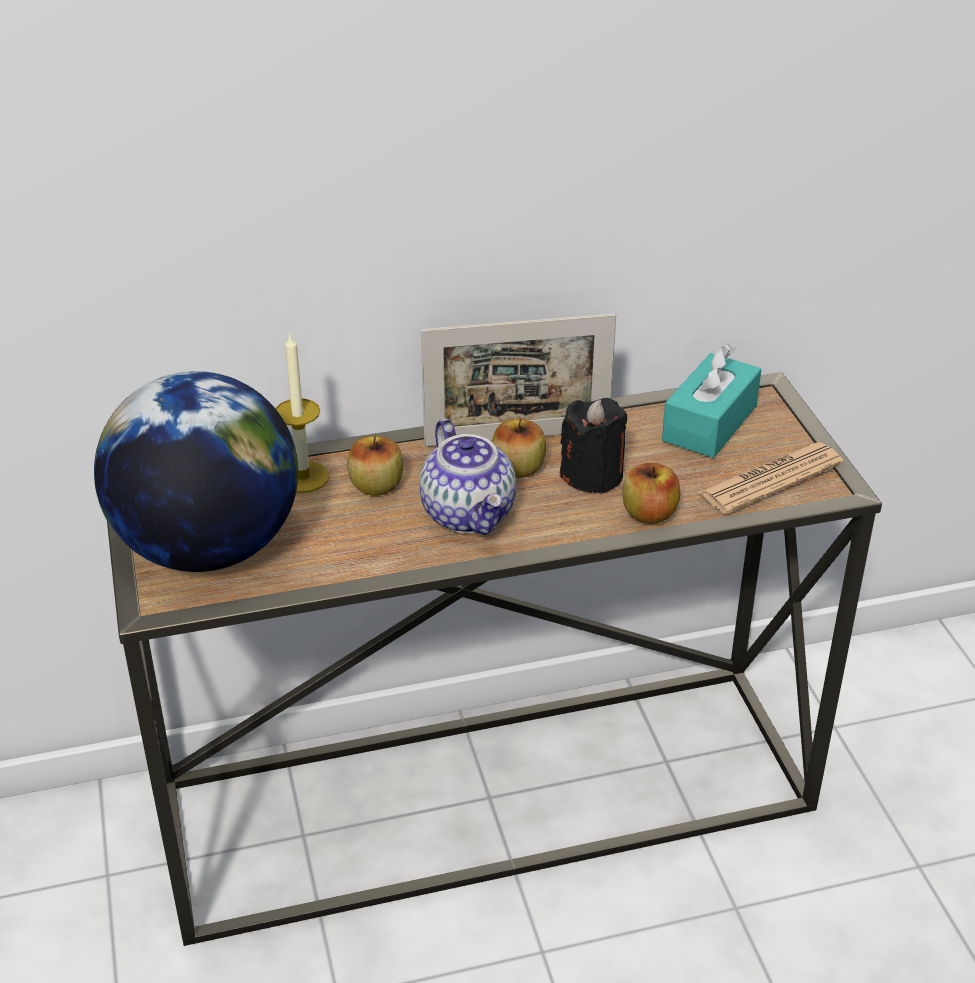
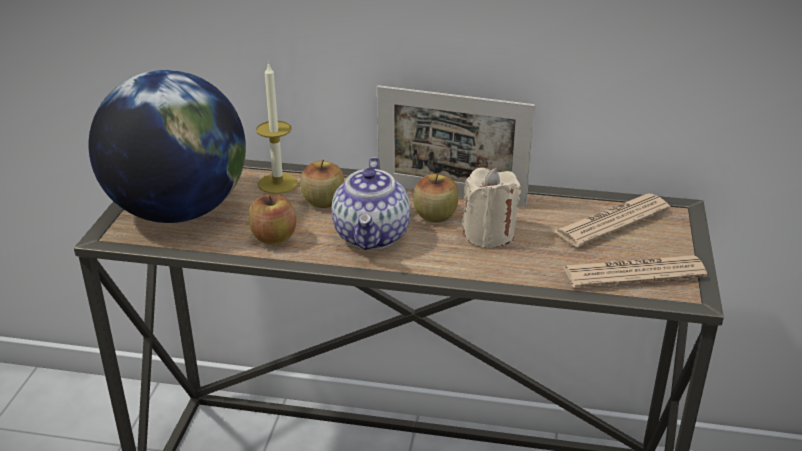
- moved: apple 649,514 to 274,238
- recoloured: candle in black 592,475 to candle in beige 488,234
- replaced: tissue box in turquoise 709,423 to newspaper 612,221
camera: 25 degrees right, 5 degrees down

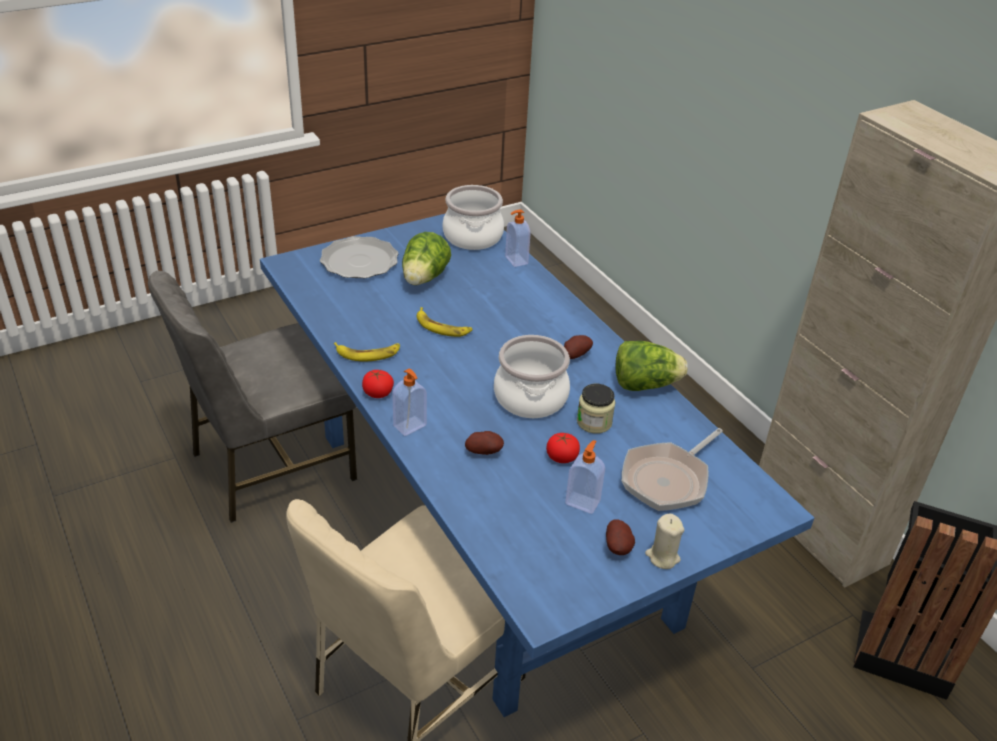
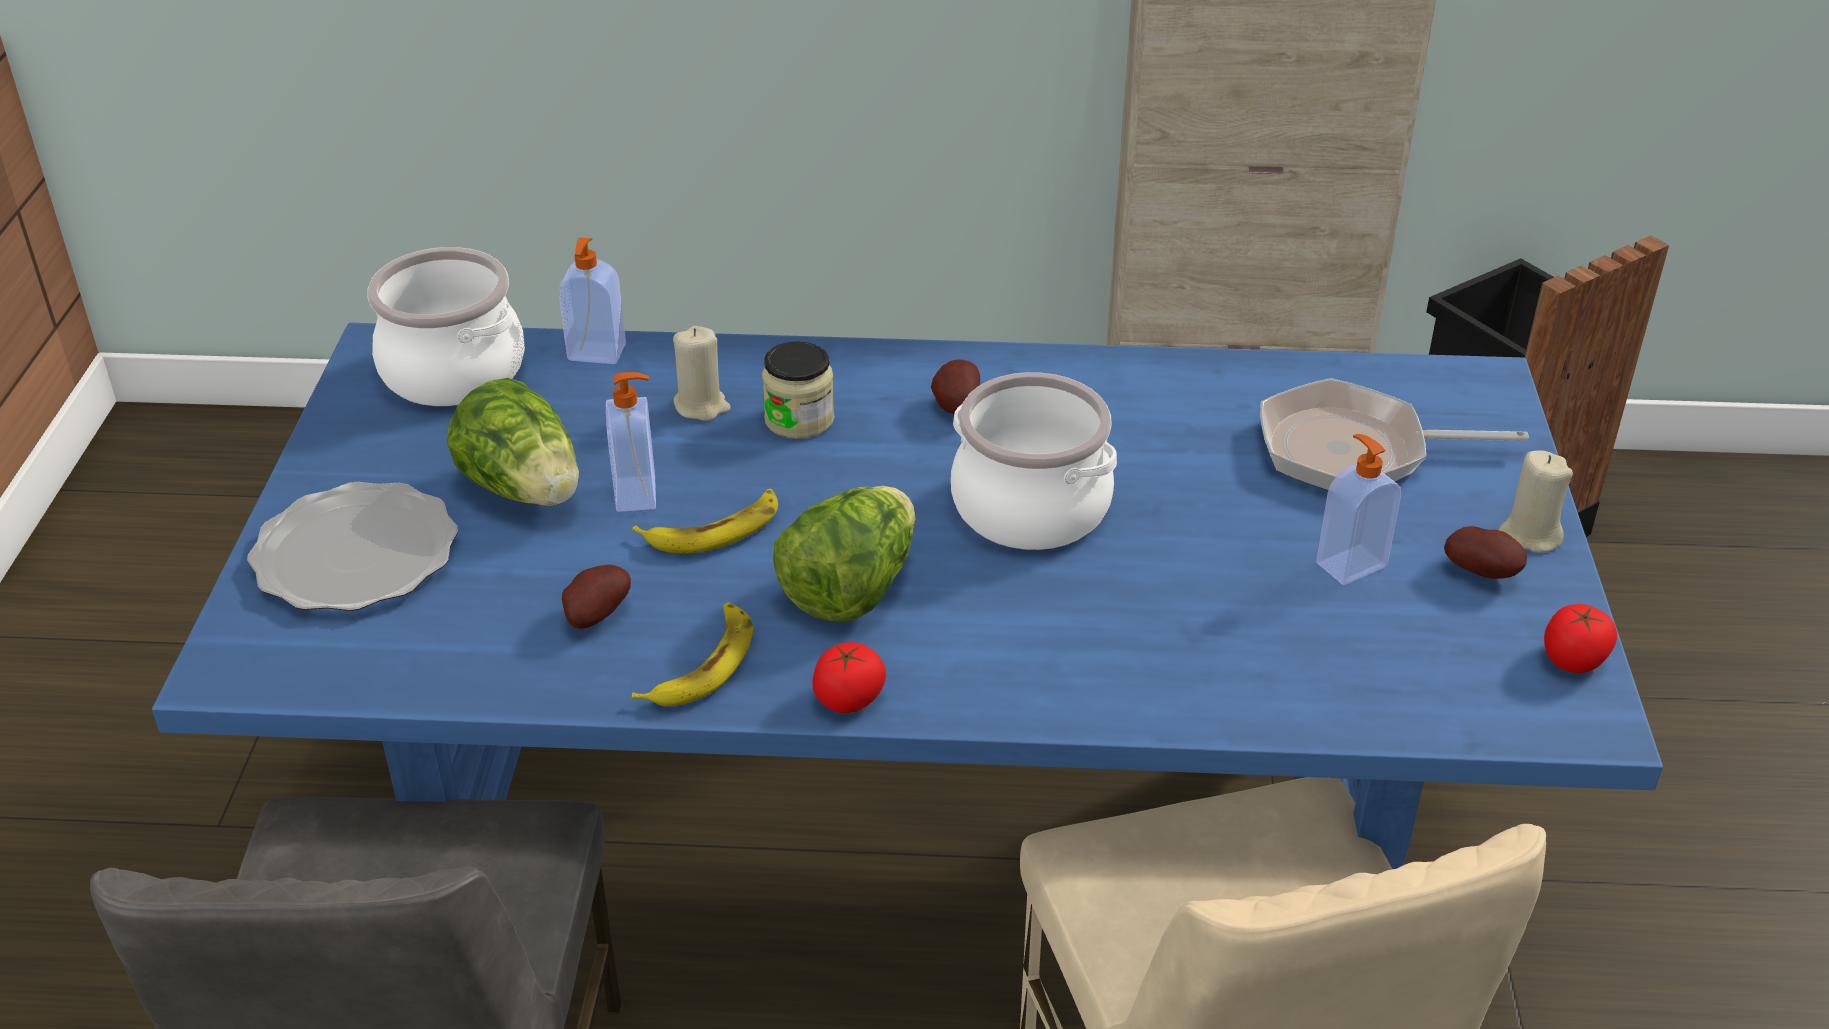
- moved: potato 484,451 to 594,615
- moved: soap dispenser 410,426 to 638,494
- added: candle in beige 701,406
- moved: jar 594,422 to 799,419
- moved: lettuce 644,384 to 851,589
- turned: frying pan 668,479 = 1354,451 105 degrees clockwise
- moved: tomato 562,457 to 1573,660
camera: 55 degrees left, 0 degrees up

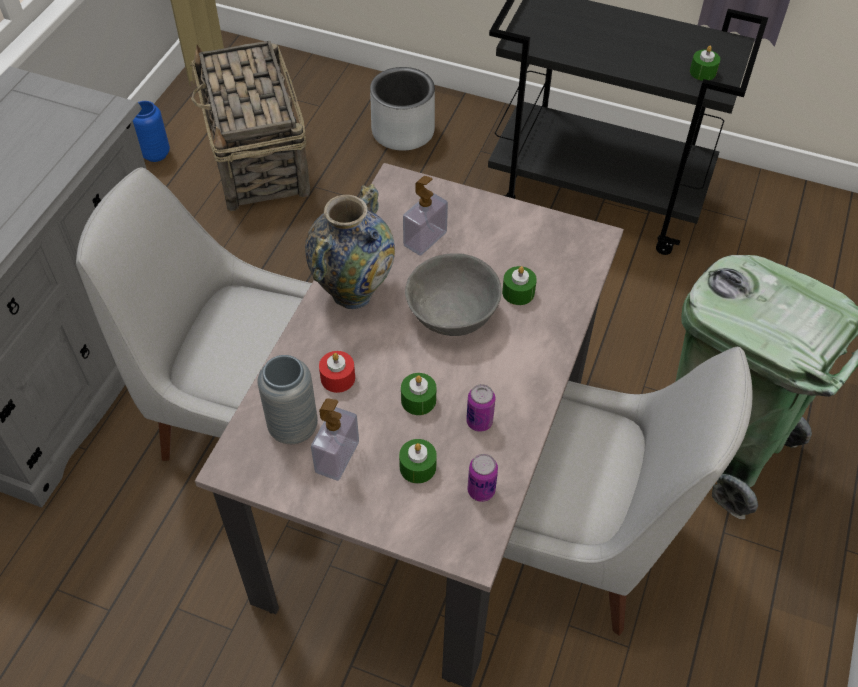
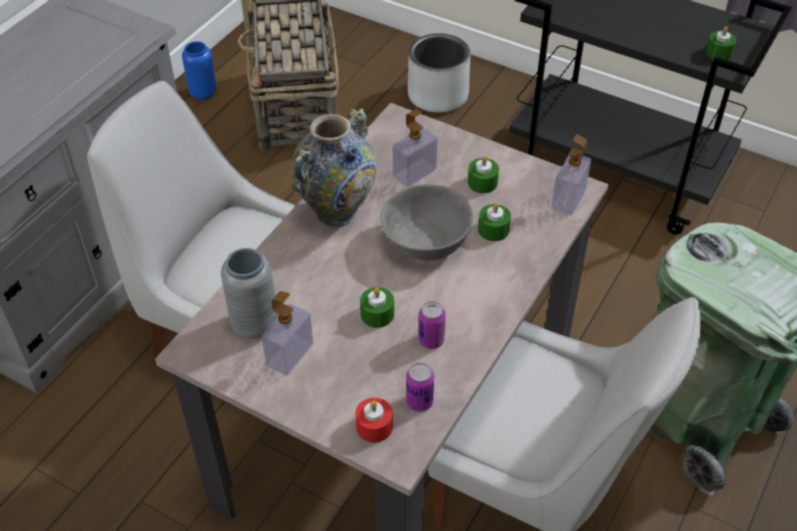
- moved: candle in red 338,378 to 374,426
- moved: candle in green 417,467 to 482,182
- added: soap dispenser 568,199
camera: 10 degrees right, 5 degrees down

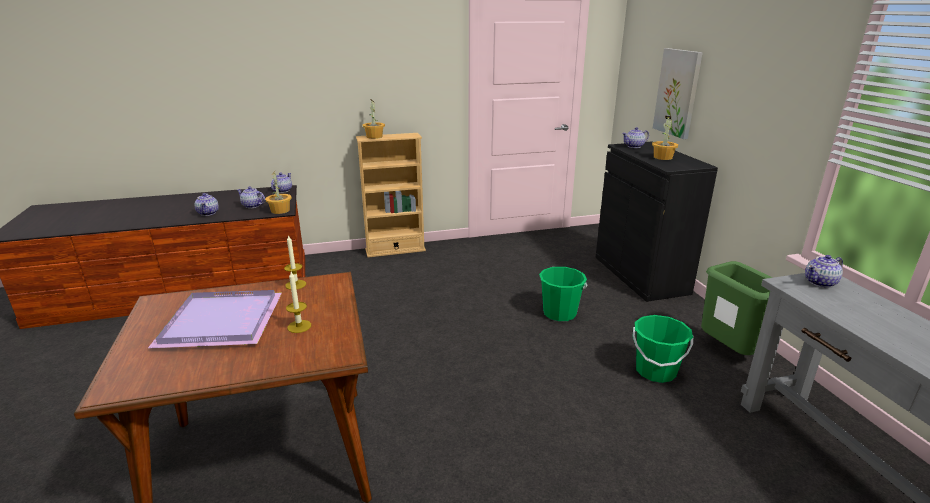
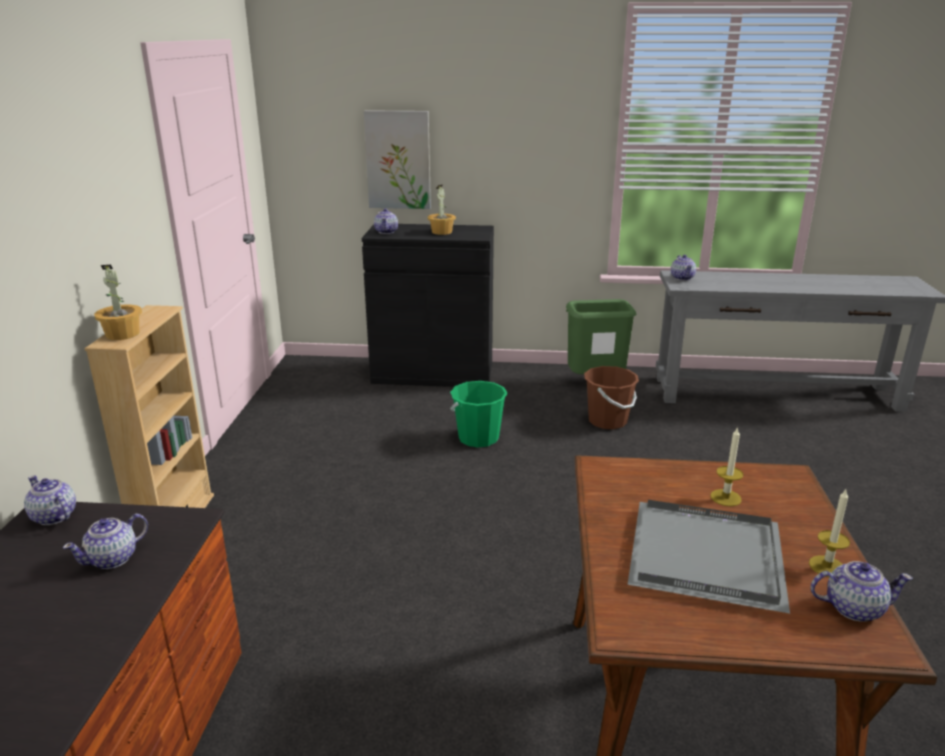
- recoloured: bucket in green 655,371 to bucket in brown 607,421
- recoloured: tray in purple 223,323 to tray in grey 709,556
- moved: candle 295,284 to 827,566
- moved: teapot 208,213 to 853,608
- removed: potted plant 280,210
camera: 70 degrees left, 0 degrees up

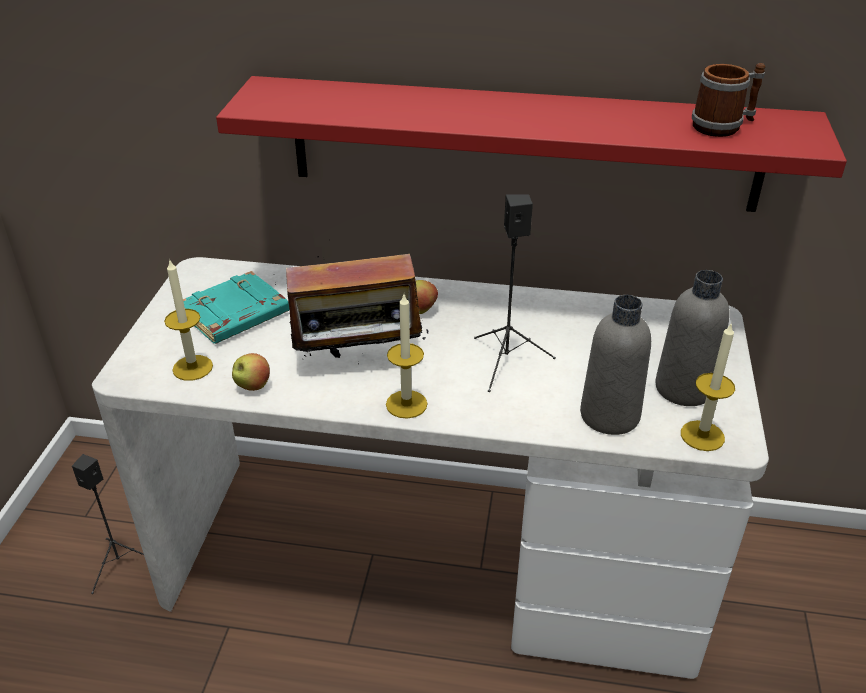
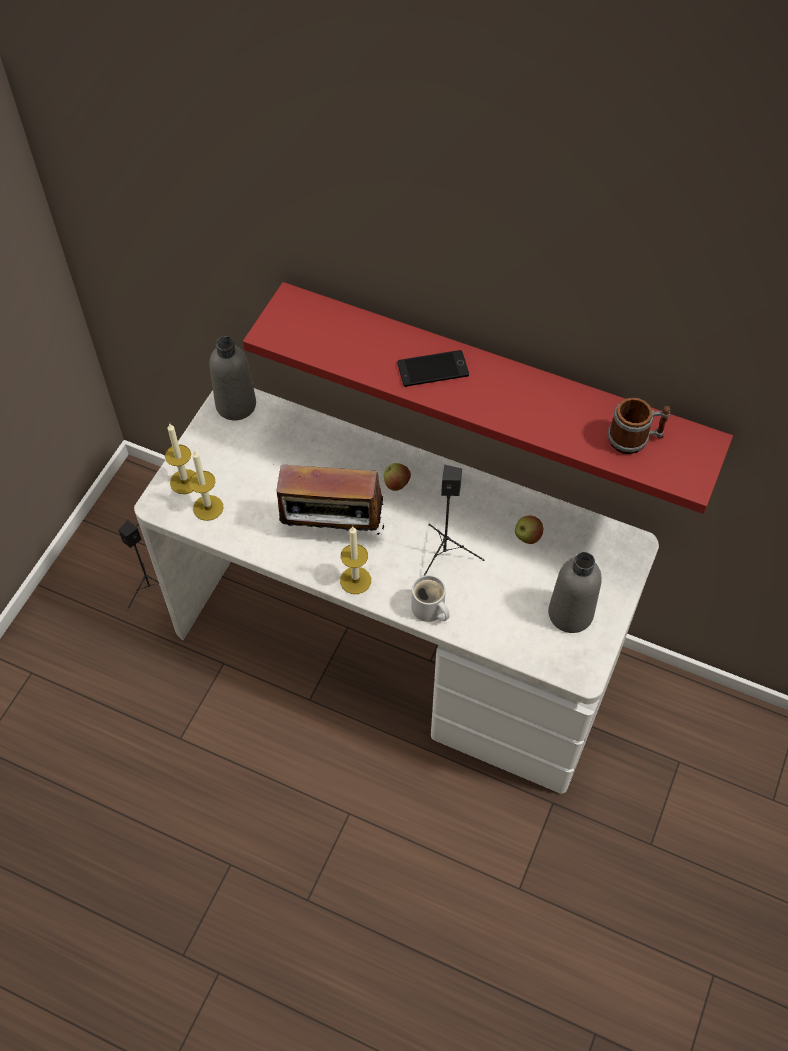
- moved: candle 702,435 to 185,481
- moved: bottle in grey 609,415 to 236,405
- added: phone 433,369
- added: mug in white 429,610
- moved: apple 253,386 to 527,537
- removed: book in turquoise 235,315
camera: 15 degrees right, 20 degrees up

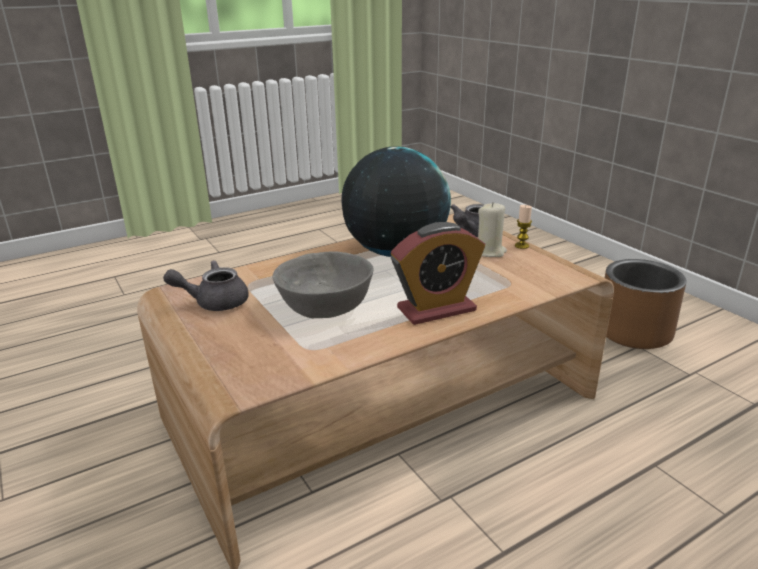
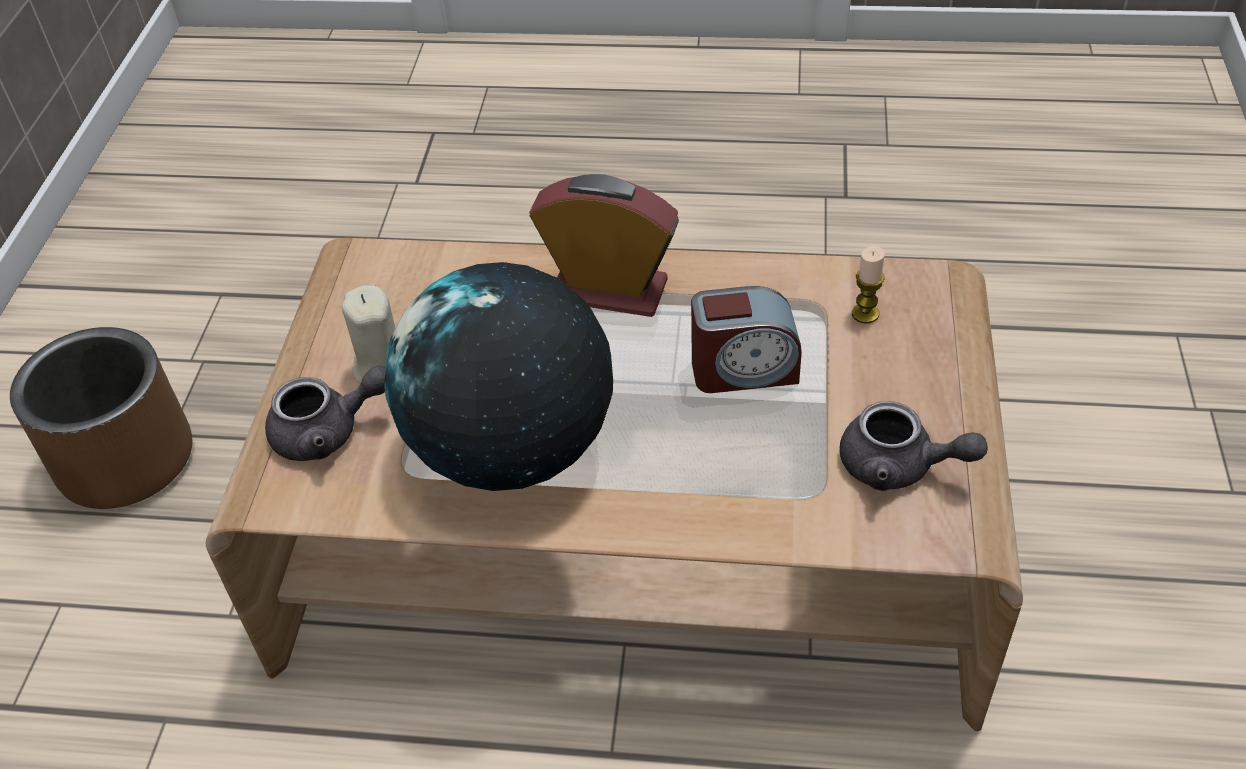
- replaced: bowl in grey 324,306 to alarm clock 744,370
- moved: candle 521,246 to 865,314
camera: 140 degrees left, 20 degrees up

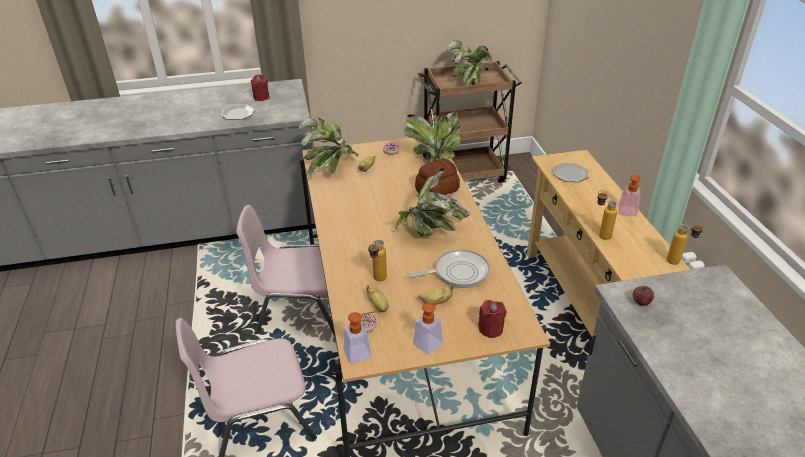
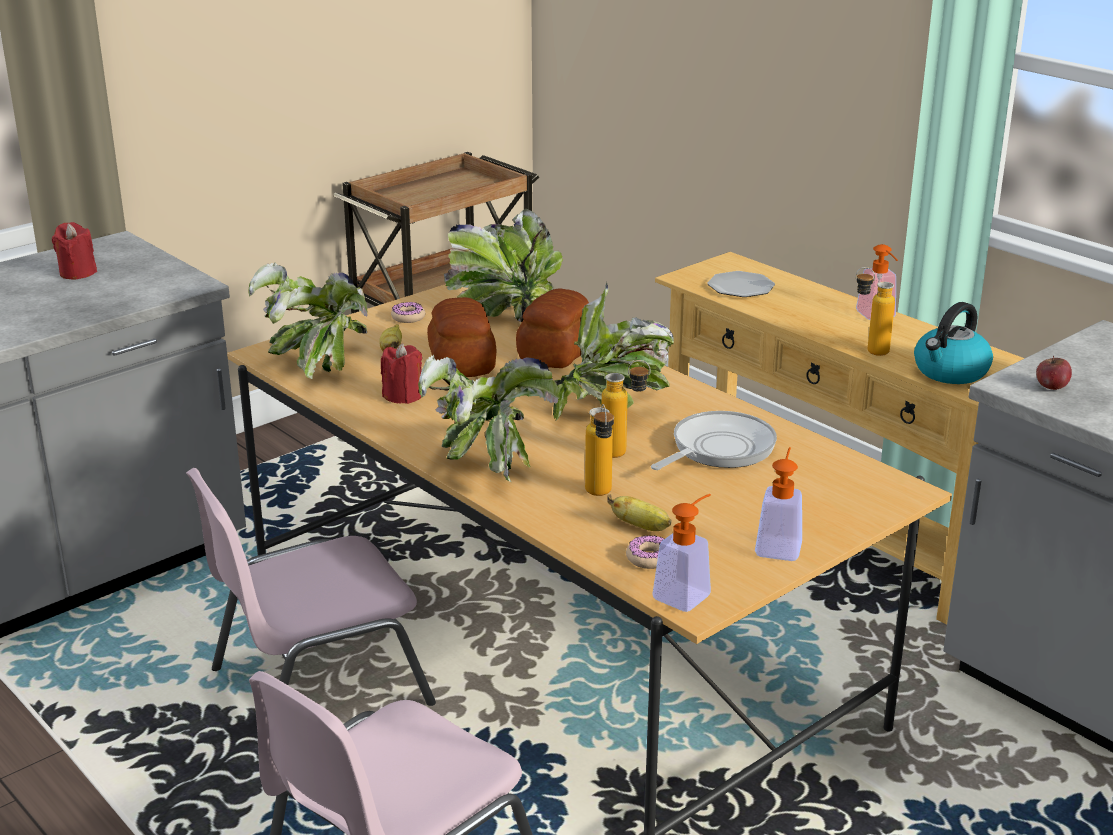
- moved: candle in red 490,329 to 403,396
- moved: potted plant 469,82 to 486,463
- added: bread 463,362
- moved: bottle 678,263 to 624,453
- added: kettle 950,372
- removed: plate 238,114
- removed: banana 436,302
camera: 30 degrees left, 10 degrees down

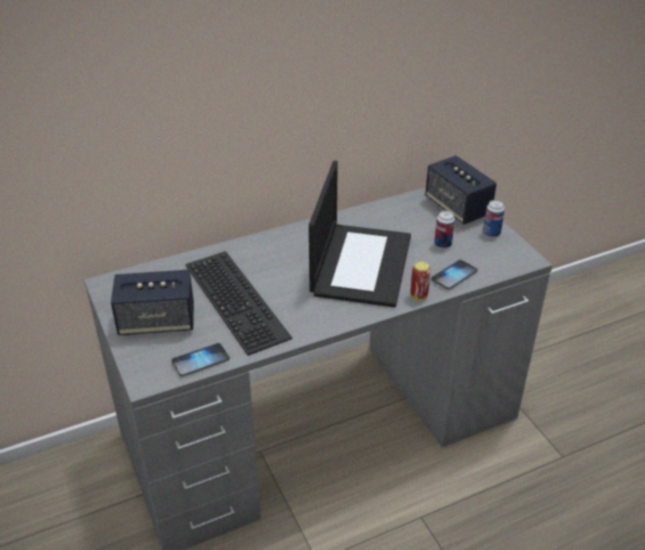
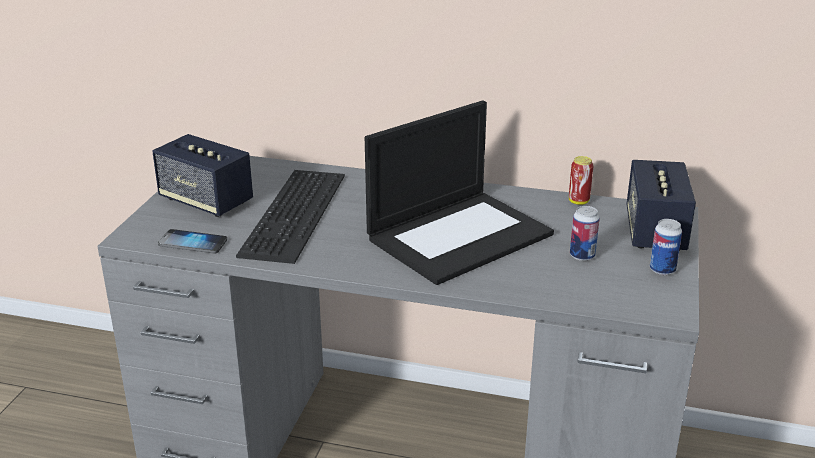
- moved: can 418,296 to 578,201
- removed: phone 454,275
camera: 40 degrees right, 10 degrees down

